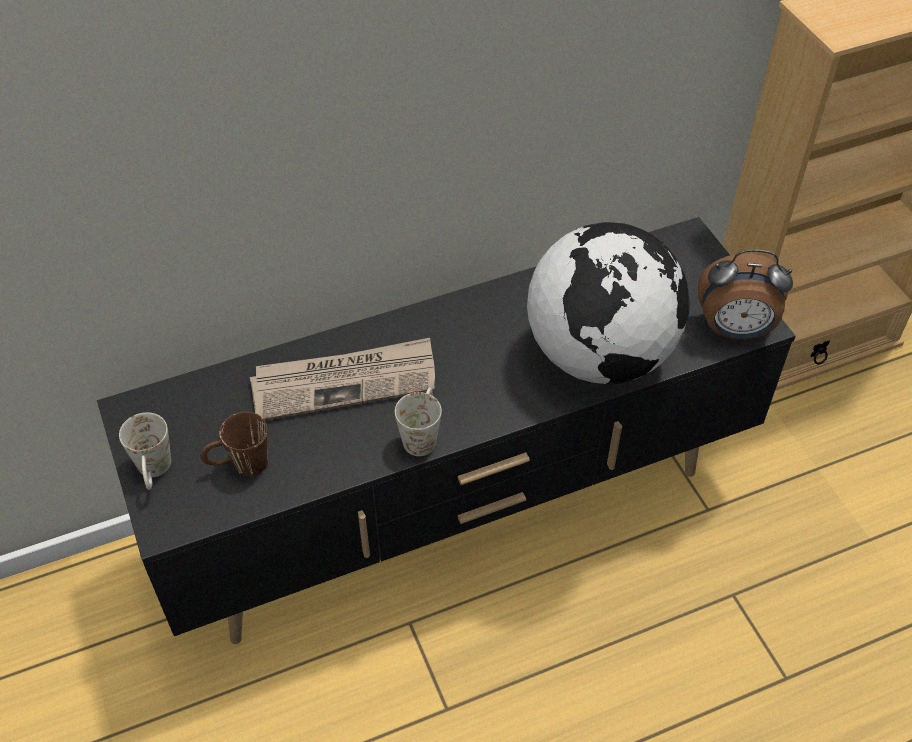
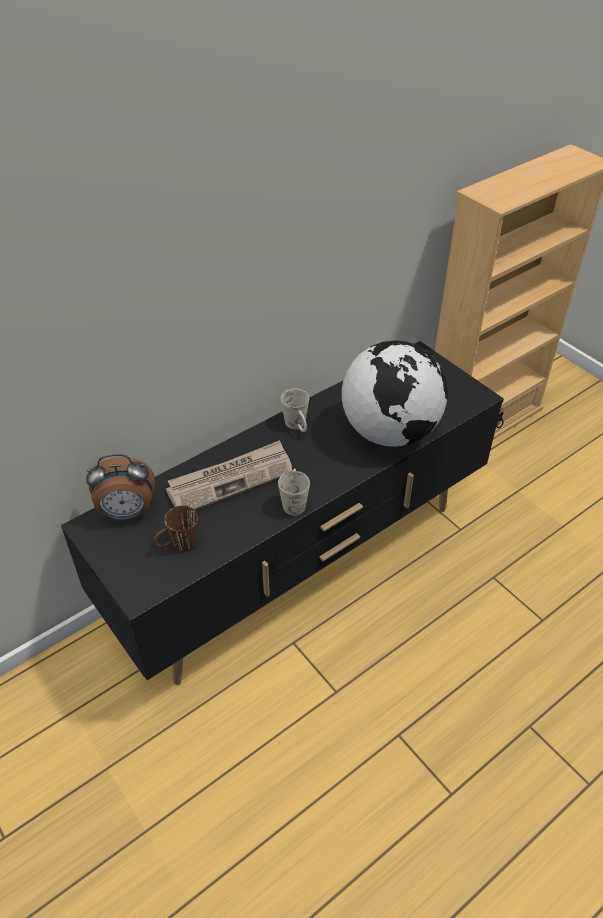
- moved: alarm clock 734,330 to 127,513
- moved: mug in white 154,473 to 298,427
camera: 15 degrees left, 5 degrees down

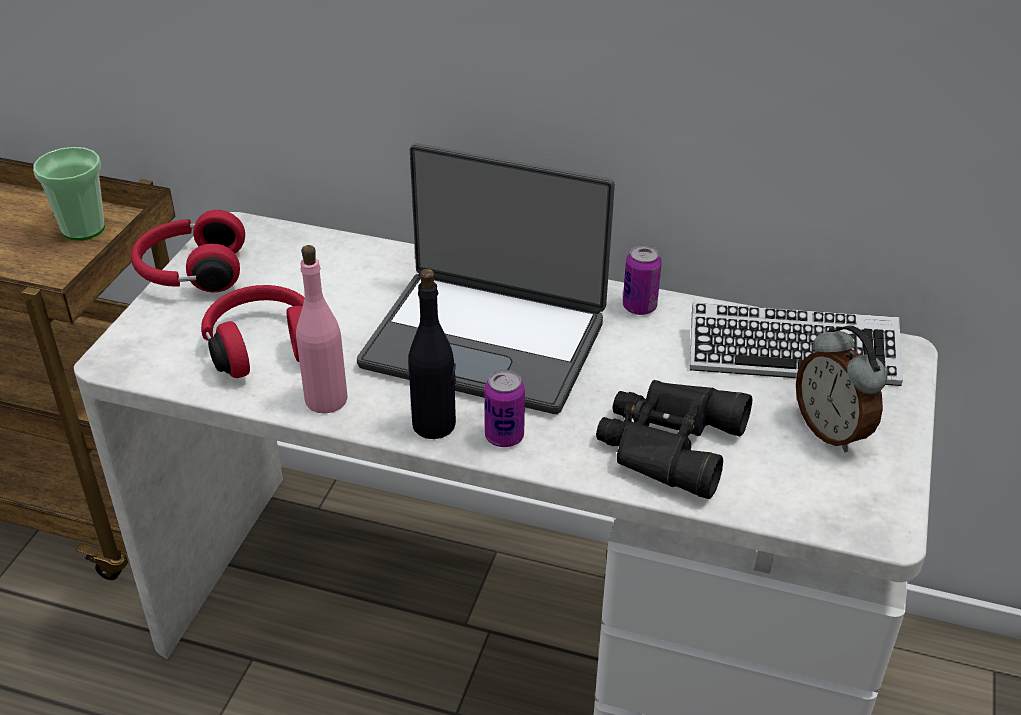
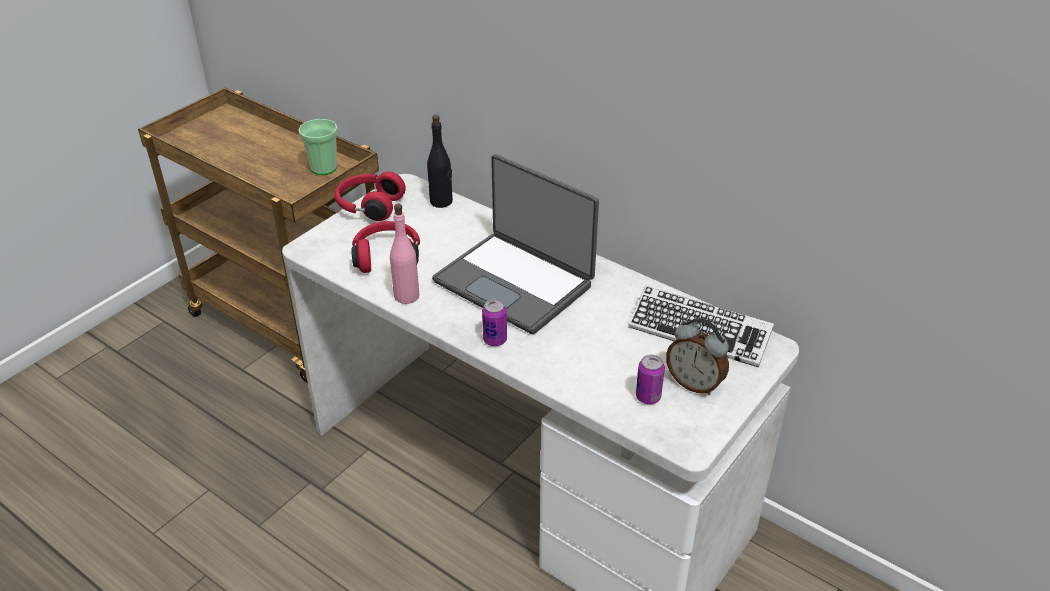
- moved: bottle in black 434,425 to 441,202
- moved: can 639,307 to 648,397
- turned: alarm clock 832,431 = 694,383 45 degrees counterclockwise
- removed: binoculars in black 666,443
camera: 20 degrees right, 0 degrees up

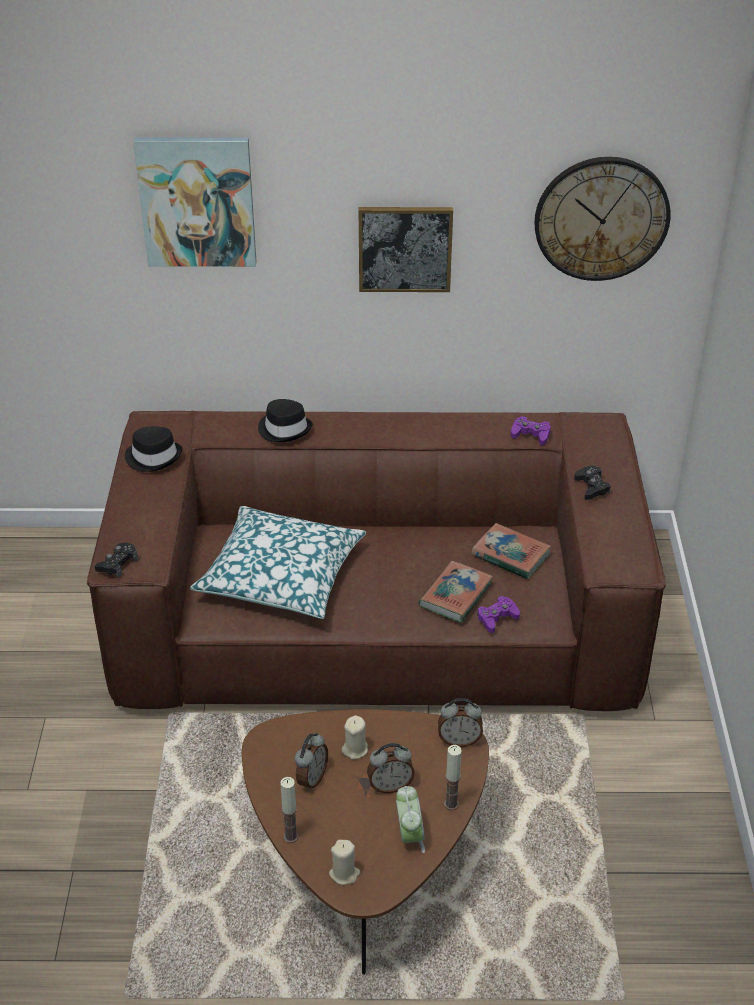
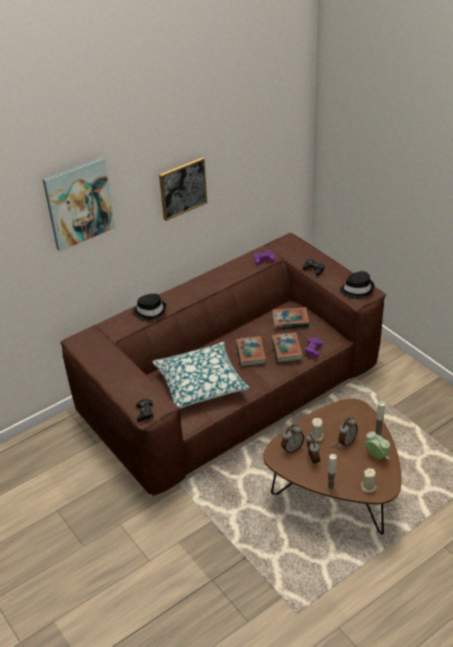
- added: book 250,353
- moved: alarm clock 459,740 to 292,448
- moved: hat in black 153,457 to 357,289
- removed: wall clock 601,218
camera: 35 degrees left, 0 degrees up

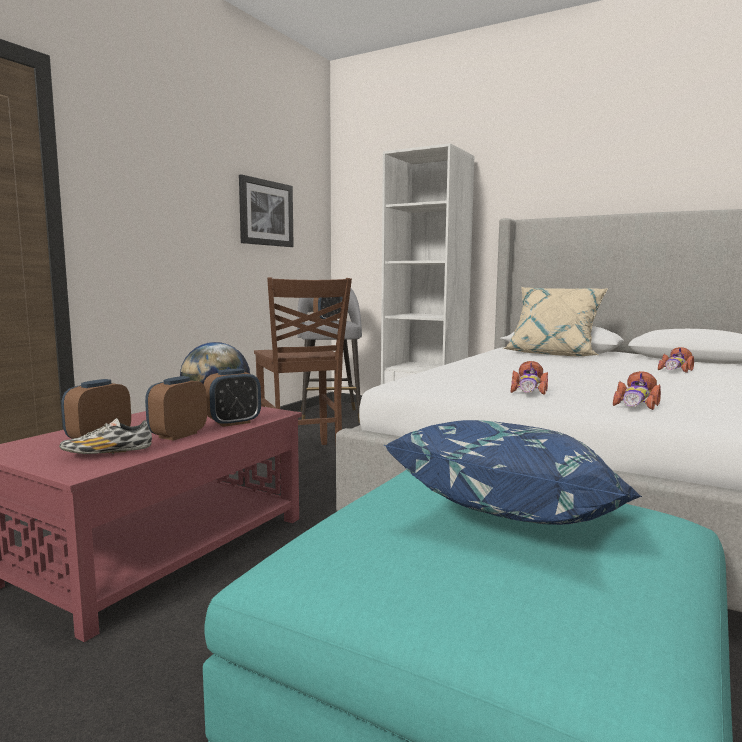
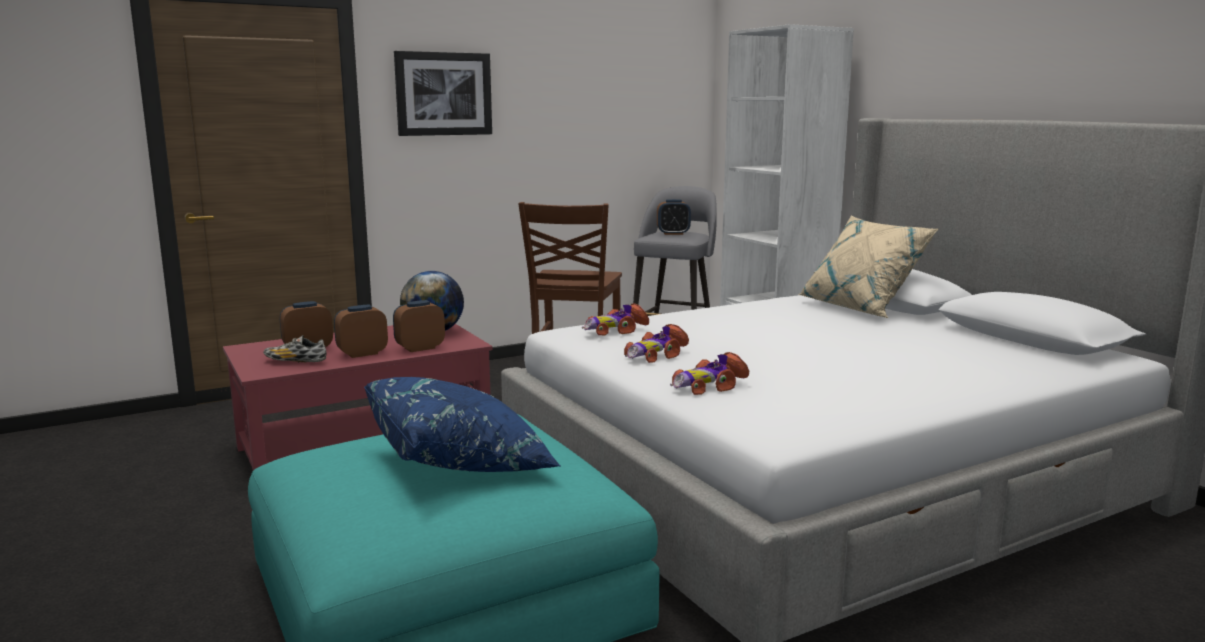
- turned: alarm clock 233,422 = 420,348 150 degrees clockwise
- moved: picture 266,213 to 443,94
- moved: toy car 675,369 to 614,330
camera: 30 degrees right, 5 degrees up

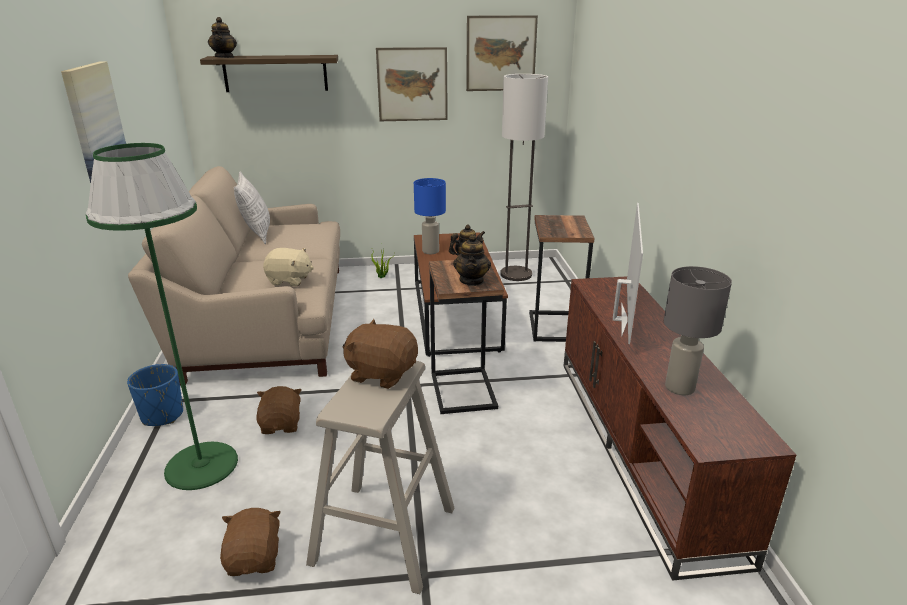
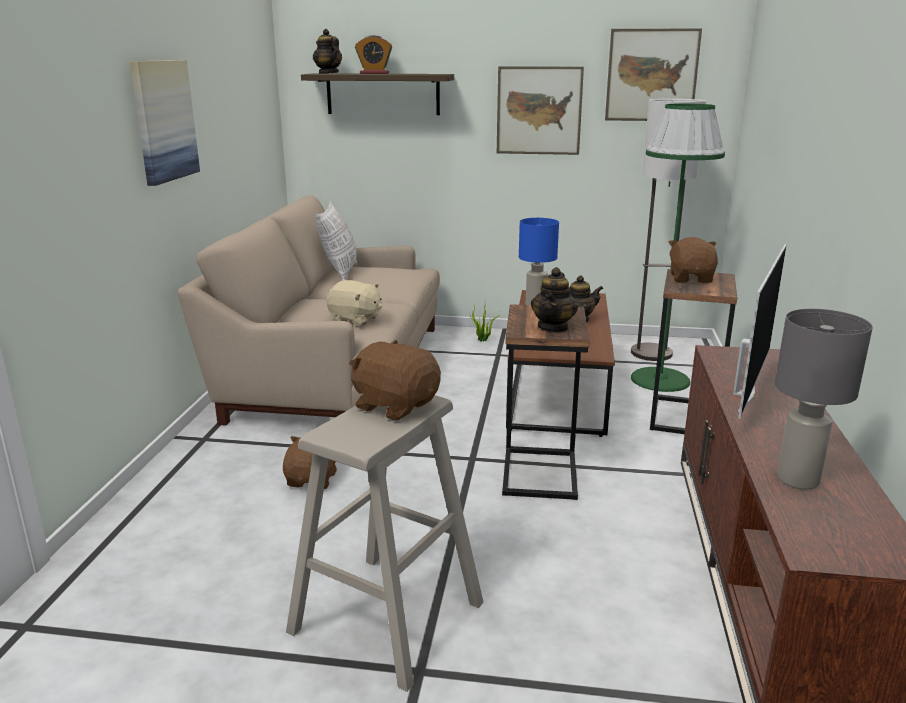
- turned: teapot 224,57 = 328,73 135 degrees clockwise
- added: alarm clock 374,73
- moved: floor lamp in green 201,465 to 659,379
- moved: plush toy in brown 255,558 to 691,278
- removed: planter in blue 162,415
camera: 15 degrees right, 5 degrees down

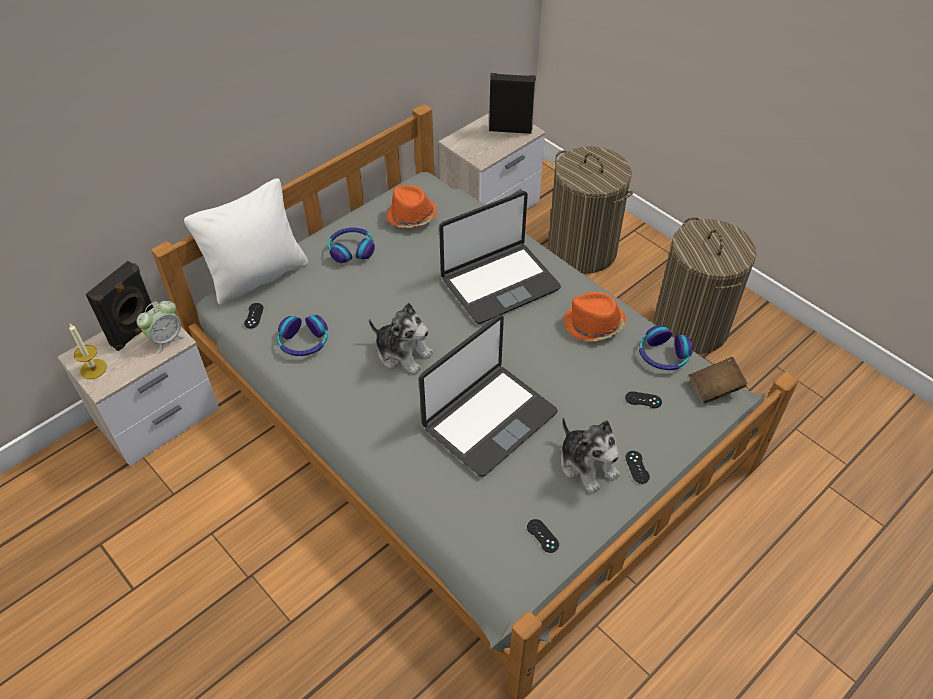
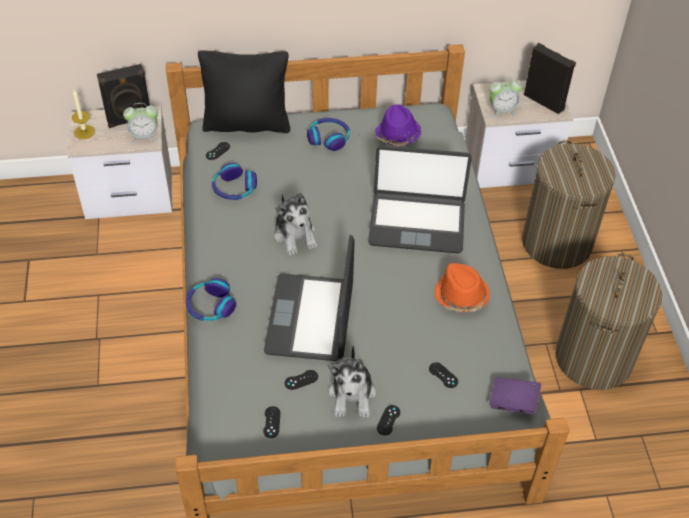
- moved: headphones 663,355 to 210,306
- recoloured: pillow in white 258,276 to pillow in black 247,124
- turned: laptop 488,419 = 311,318 105 degrees clockwise
- added: game controller in black 301,380
- recoloured: hat in orange 411,217 to hat in purple 397,135
- added: alarm clock 502,110
- recoloured: book in brown 715,388 to book in purple 513,402
camera: 35 degrees right, 0 degrees up

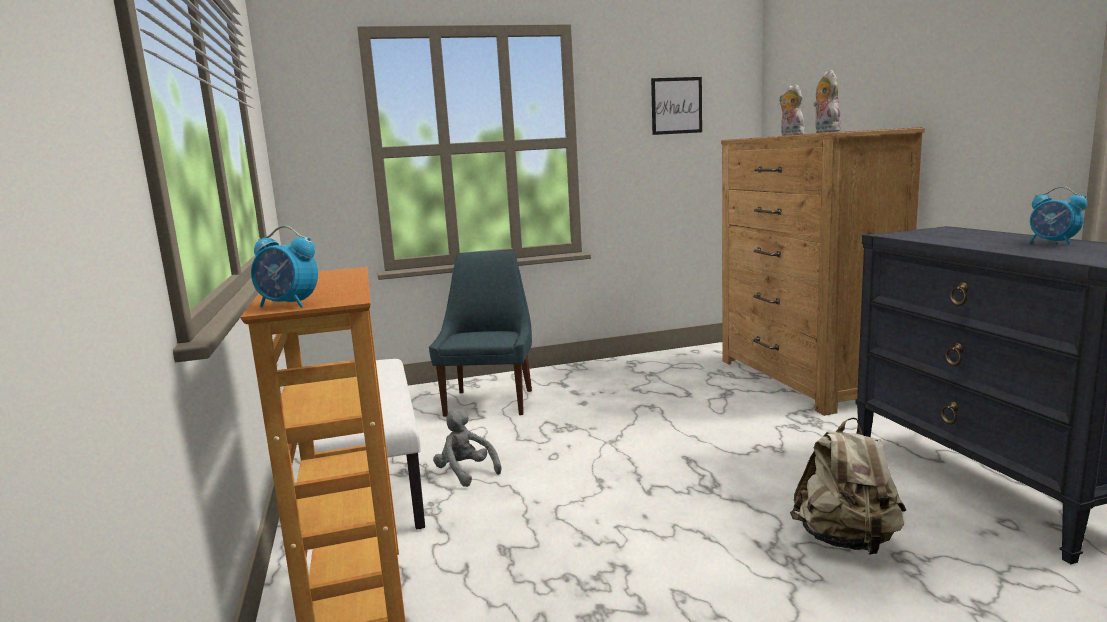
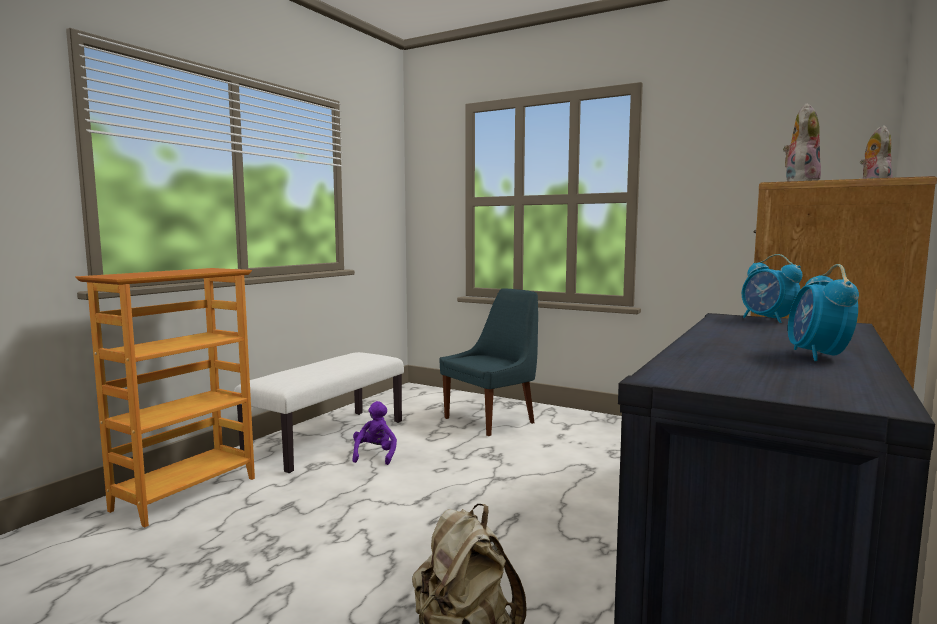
- recoloured: plush toy in grey 465,473 to plush toy in purple 375,455
- moved: alarm clock 288,305 to 767,319
- removed: picture 676,105
camera: 45 degrees right, 5 degrees down

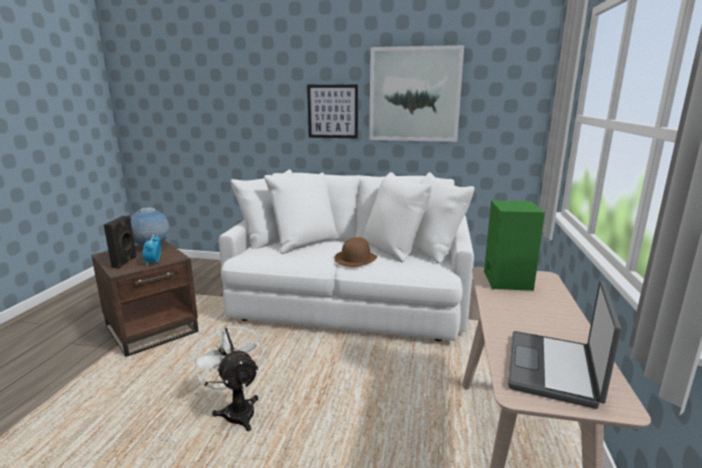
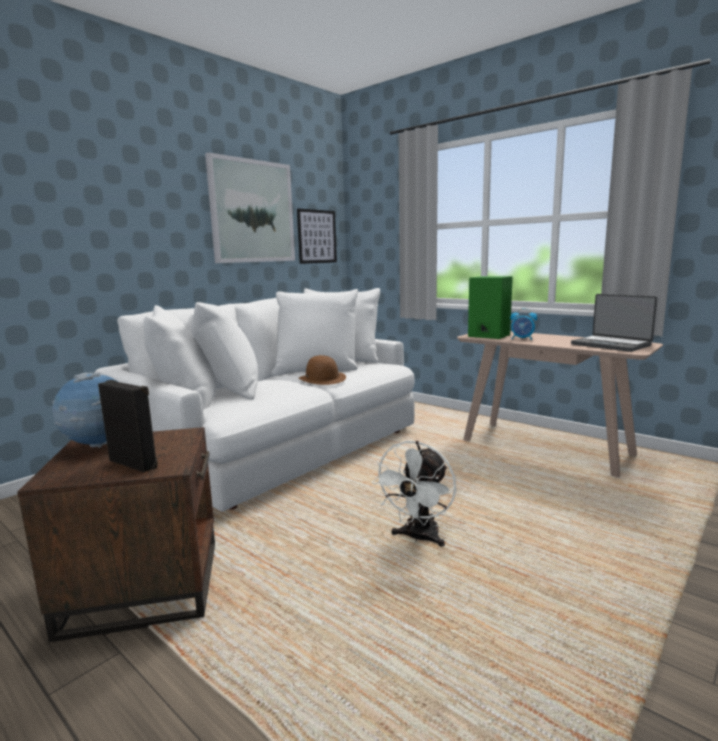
- moved: picture 332,111 to 317,236
- turned: fan in white 237,410 = 418,538 60 degrees counterclockwise
- moved: alarm clock 153,262 to 522,339
camera: 60 degrees left, 5 degrees down

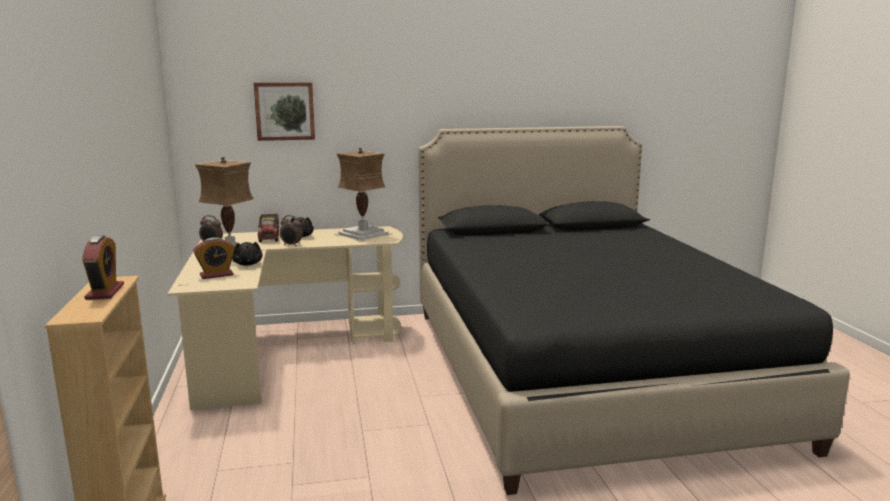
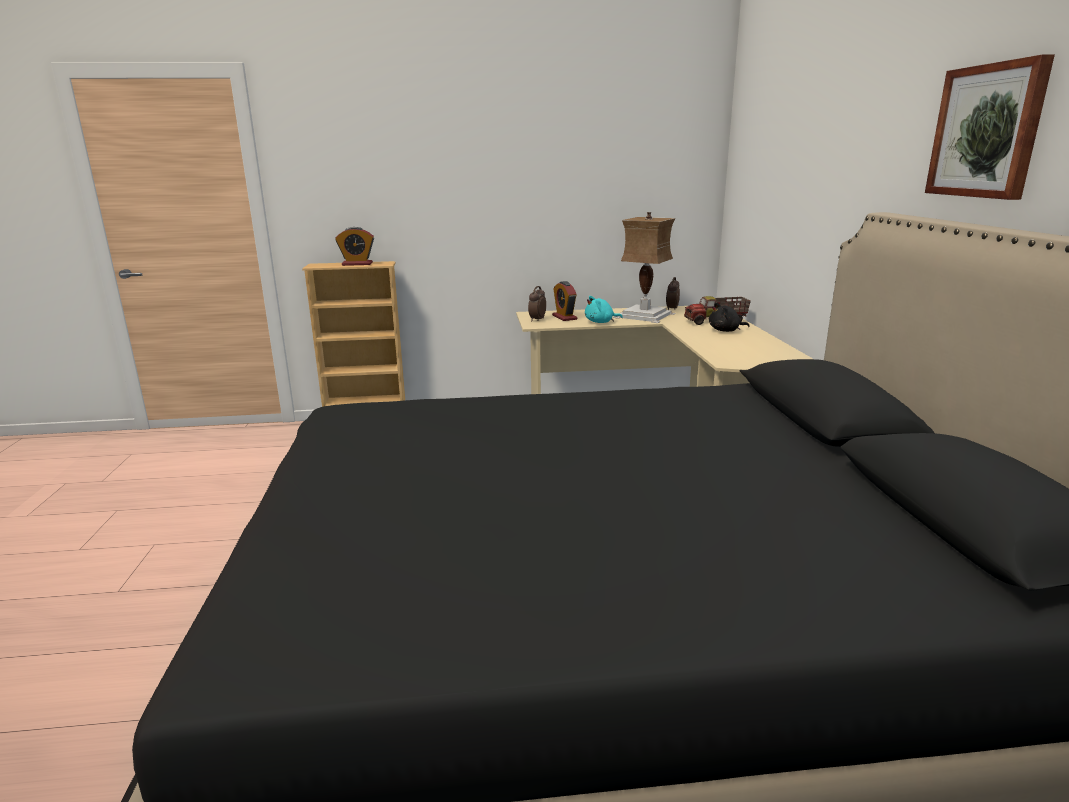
- moved: alarm clock 291,245 to 536,320
- recoloured: plush toy in black 248,264 to plush toy in turquoise 601,322
- moved: picture 285,111 to 987,131
- removed: table lamp 361,234
camera: 95 degrees right, 5 degrees up

